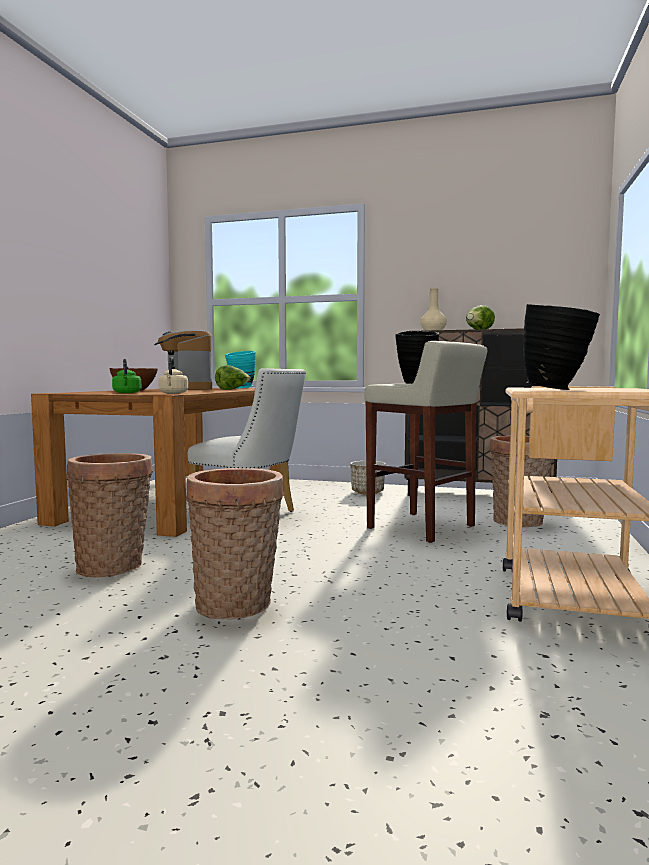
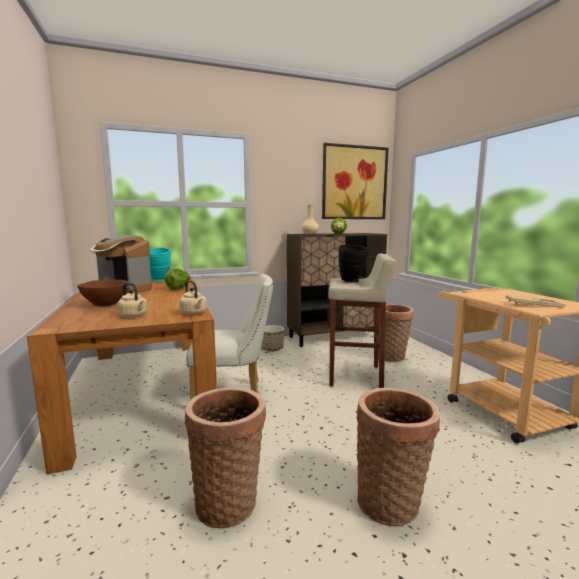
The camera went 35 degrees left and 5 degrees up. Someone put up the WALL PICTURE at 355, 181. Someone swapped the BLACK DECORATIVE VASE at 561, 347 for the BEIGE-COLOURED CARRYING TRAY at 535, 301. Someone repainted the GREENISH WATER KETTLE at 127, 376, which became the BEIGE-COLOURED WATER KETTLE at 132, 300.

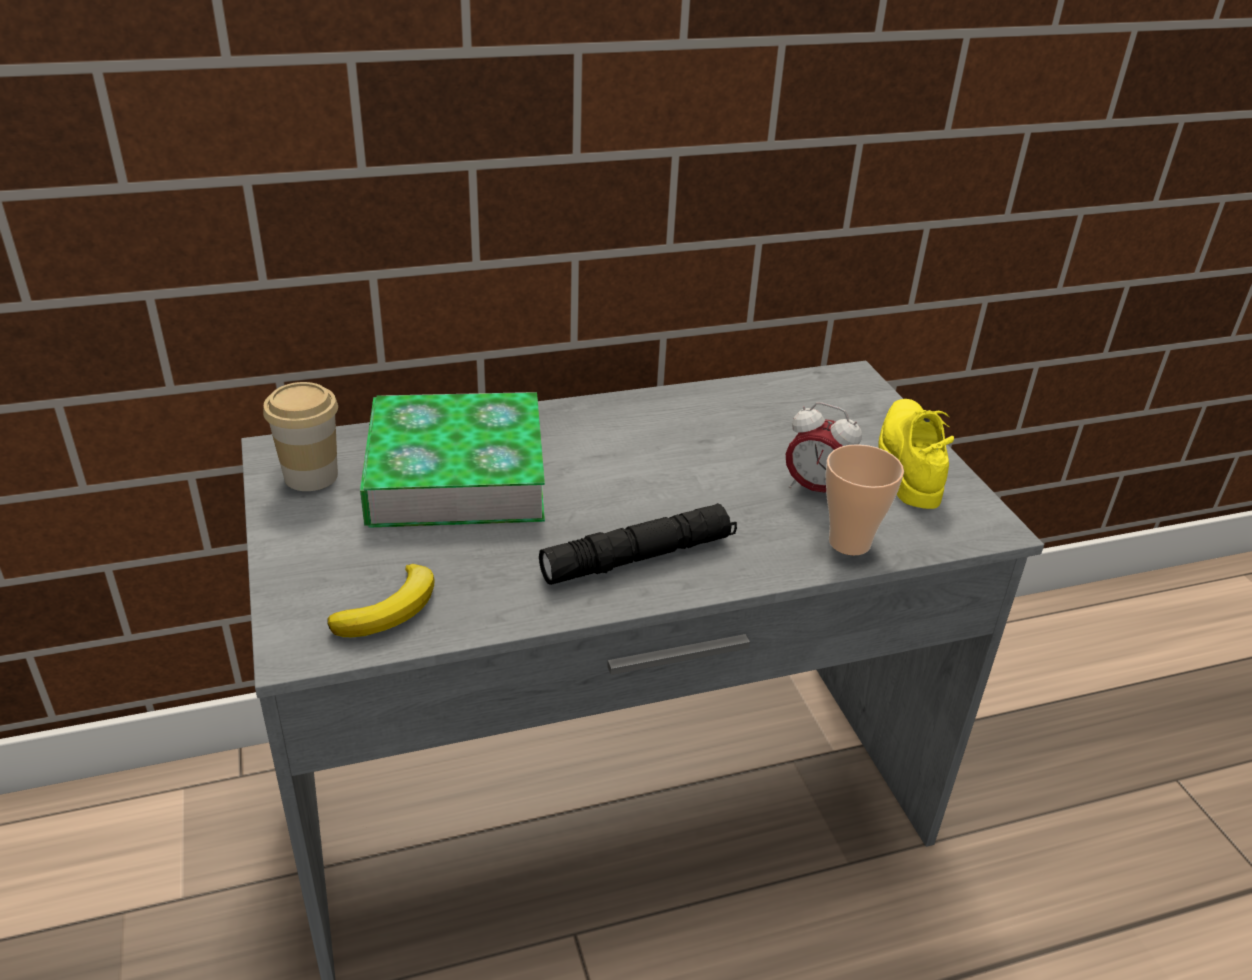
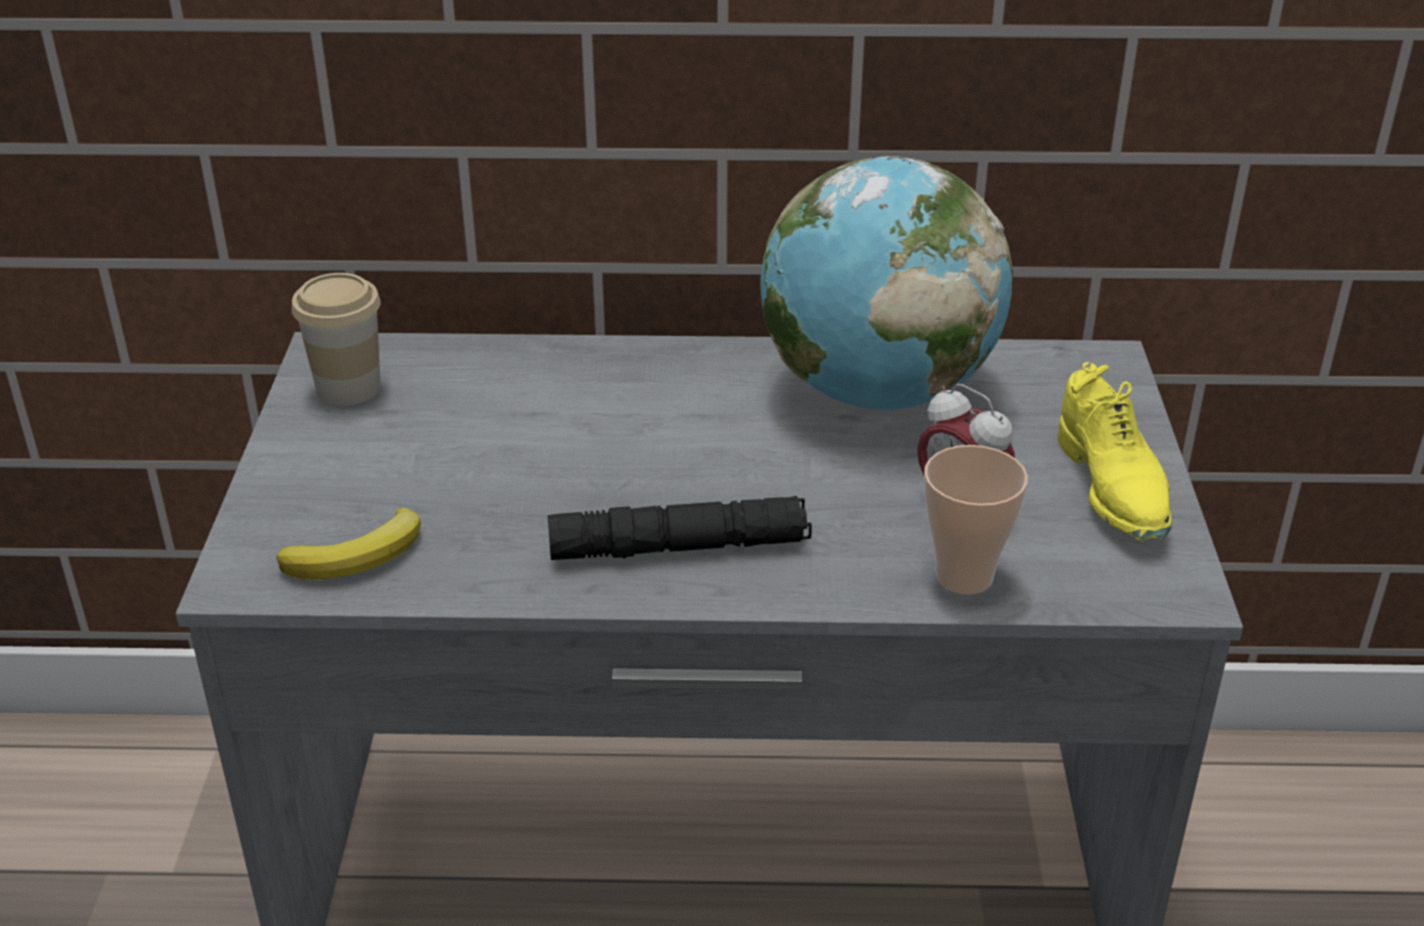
The camera went 20 degrees right and 0 degrees up. Someone took away the BOUND BOOK at 452, 460. Someone put down the GLOBE at 887, 283. Someone rotated the YELLOW-COLOURED SHOE at 916, 454 by 150 degrees clockwise.

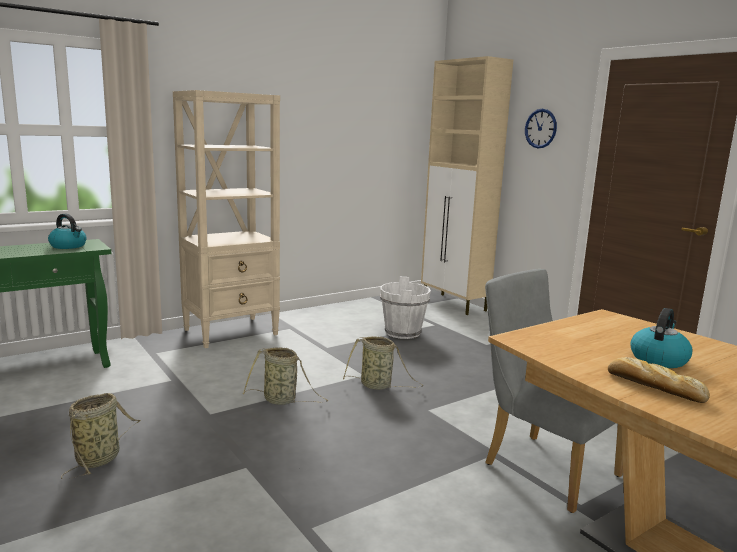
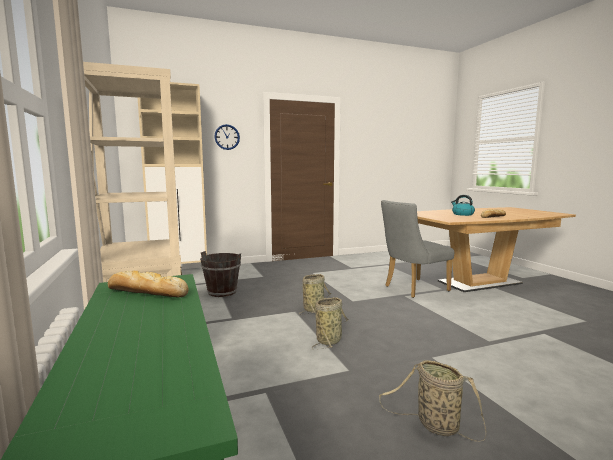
The camera went 75 degrees left and 5 degrees down. Someone swapped the WATER KETTLE at 67, 231 for the BREAD at 148, 284. Someone repainted the WHITE-COLOURED PAIL at 405, 308, which became the BROWNISH PAIL at 220, 274.

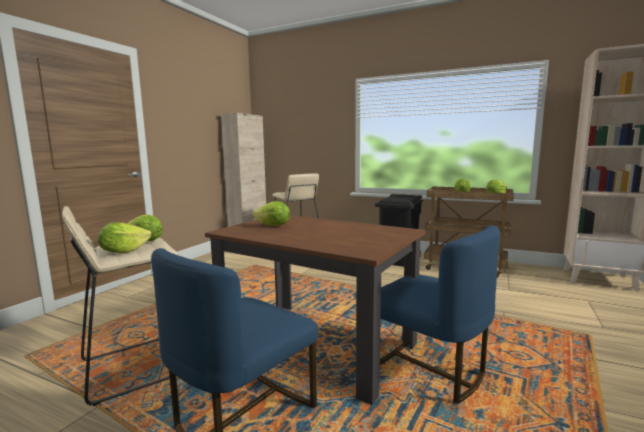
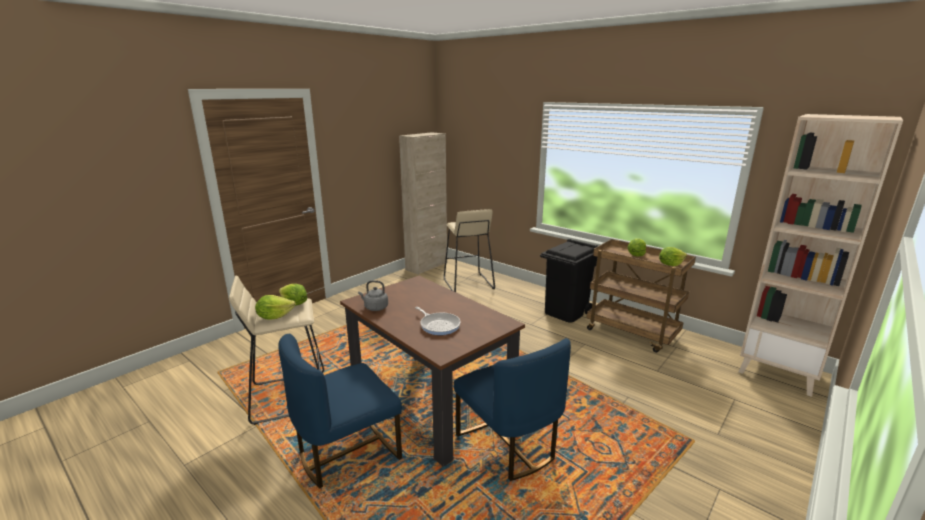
The camera went 15 degrees right and 10 degrees up. Someone took away the LETTUCE at 271, 213. Someone put down the GRAY WATER KETTLE at 373, 296. Someone put down the SKILLET at 438, 321.

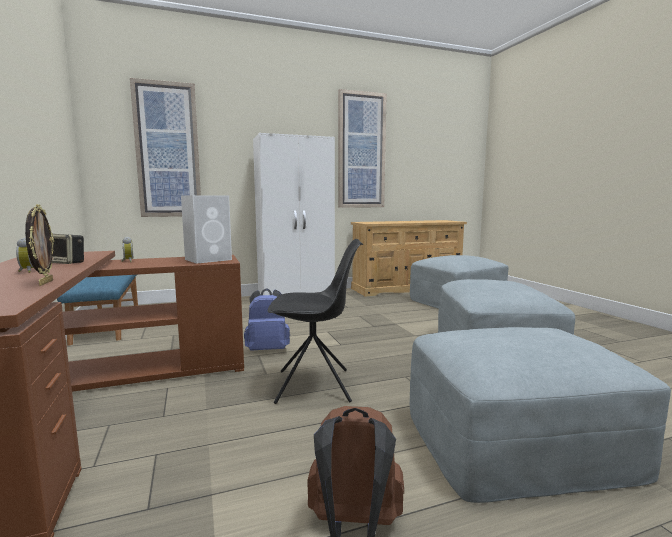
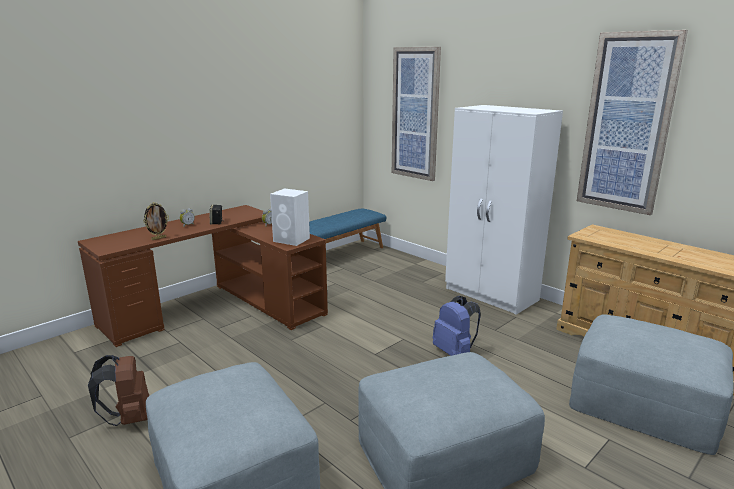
The camera went 65 degrees right and 10 degrees up. Someone took away the BLACK UPRIGHT CHAIR at 315, 321. Someone carried the BLUE-COLOURED BACKPACK from 267, 319 to 457, 326.

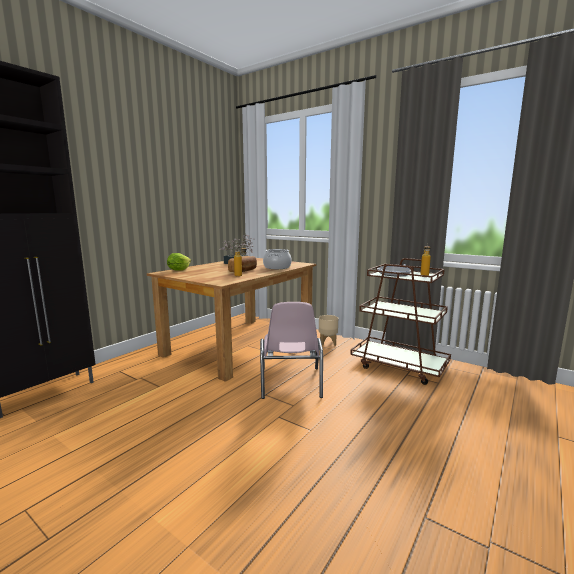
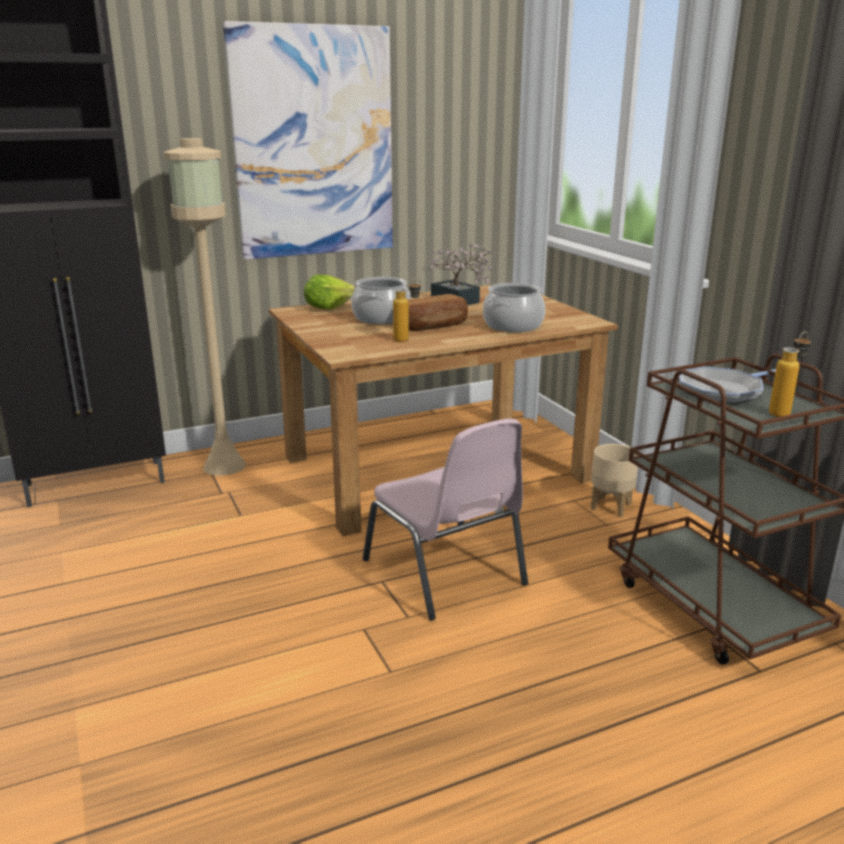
The camera went 30 degrees right and 10 degrees up. Someone put down the BEIGE-COLOURED FLOOR LAMP at 205, 306. Someone put up the WALL PICTURE at 308, 140. Someone put down the SAUCEPOT at 381, 300. Someone rotated the PINKISH UPRIGHT CHAIR at 291, 350 by 60 degrees counterclockwise.

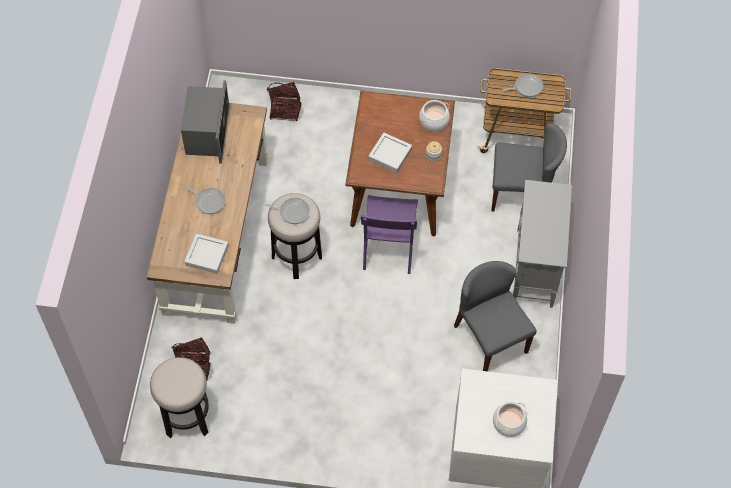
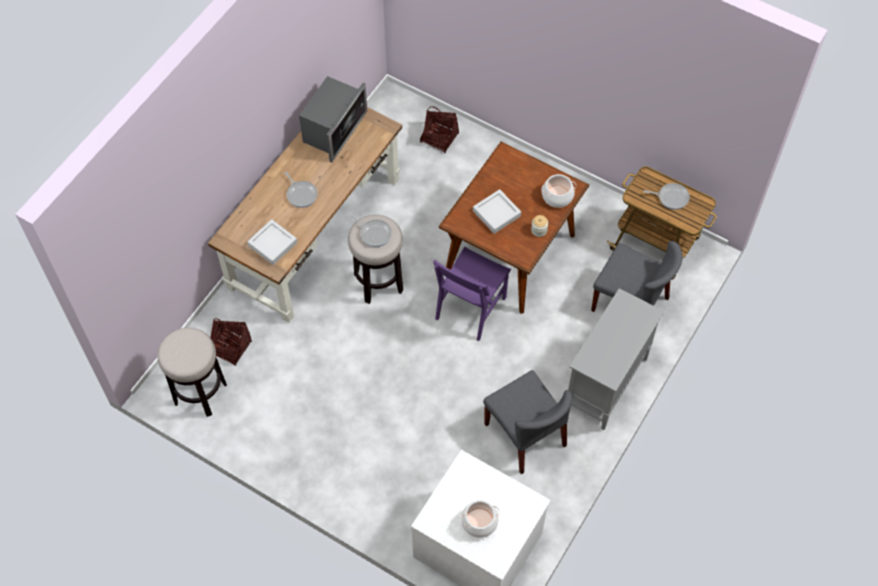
The camera went 25 degrees right and 0 degrees up. Someone rotated the GRAY UPRIGHT CHAIR at 495, 316 by 150 degrees clockwise.

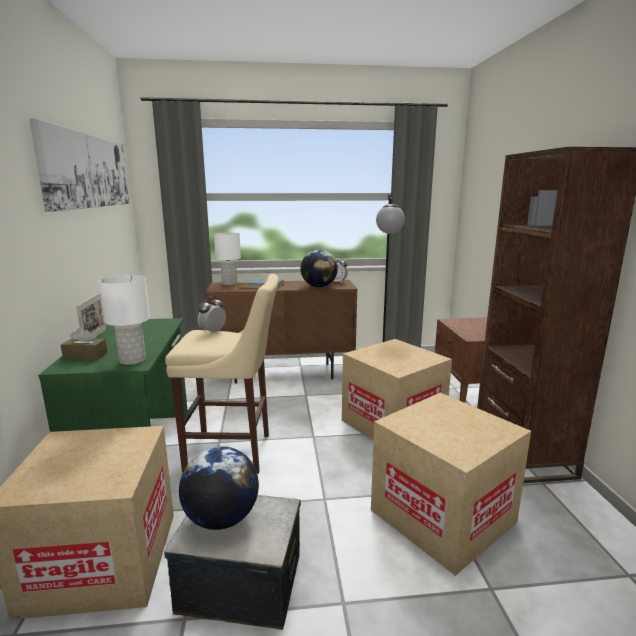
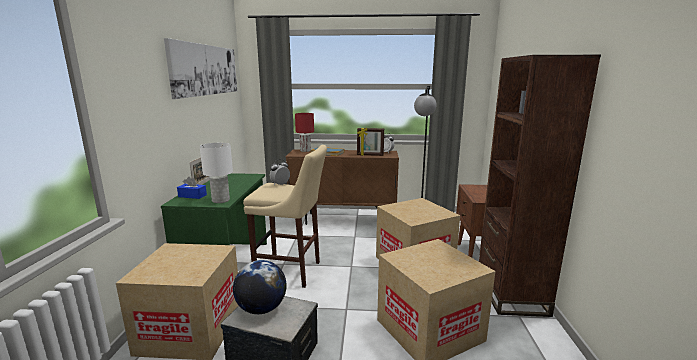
The camera went 10 degrees right and 0 degrees up. Someone swapped the GLOBE at 319, 268 for the STANDING FRAME at 370, 142. Someone repainted the BROWNISH TISSUE BOX at 84, 344, which became the BLUE-COLOURED TISSUE BOX at 192, 188. Someone repainted the WHITE-COLOURED TABLETOP LAMP at 227, 258, which became the REDDISH TABLETOP LAMP at 304, 132.

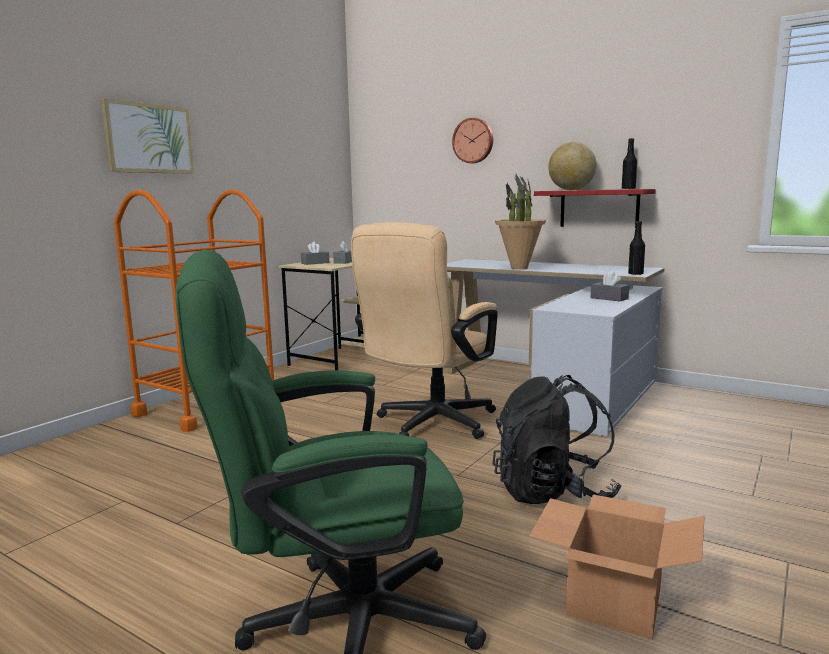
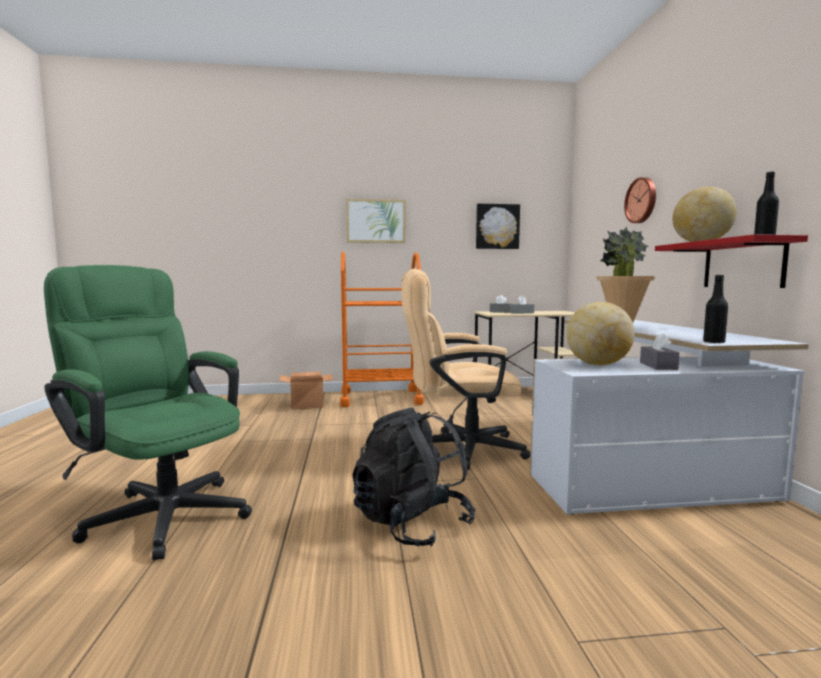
The camera went 50 degrees right and 5 degrees down. Someone put up the WALL PICTURE at 498, 226. Someone put down the GLOBE at 600, 333. Someone carried the PACKING BOX from 617, 567 to 307, 391.

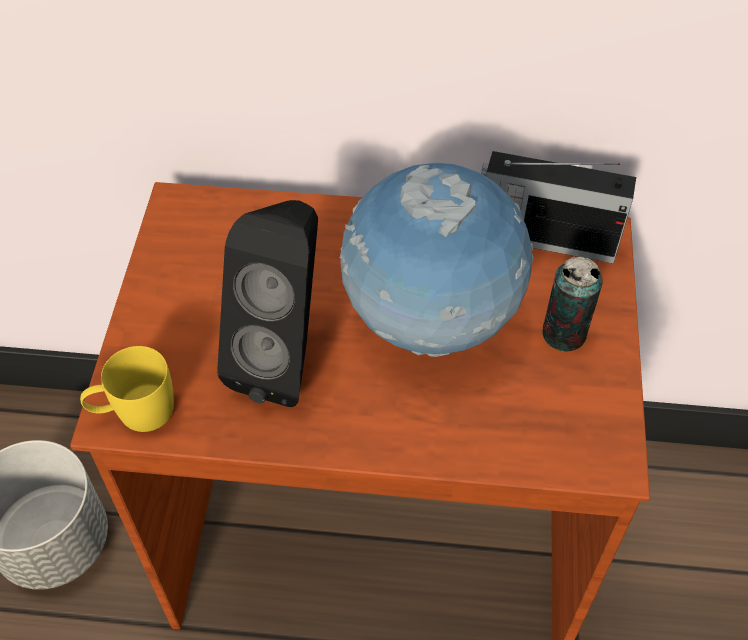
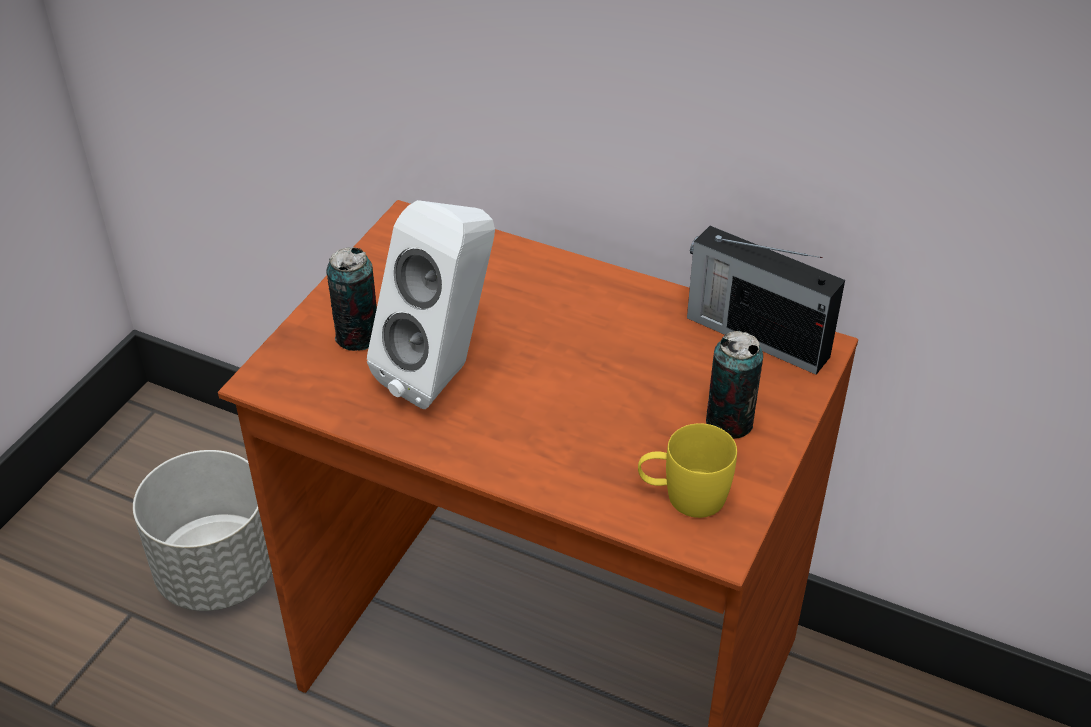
The camera went 20 degrees right and 10 degrees down. Someone took away the GLOBE at 437, 260. Someone put down the SEALED CAN at 351, 299. Someone carried the YELLOW-COLOURED COFFEE MUG from 127, 389 to 687, 470. Someone repainted the BLACK SPEAKER at 267, 303, which became the WHITE-COLOURED SPEAKER at 431, 304.

